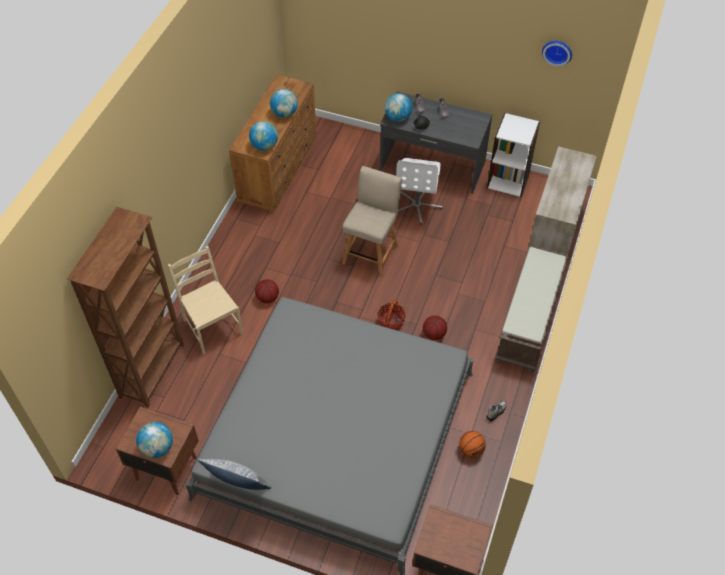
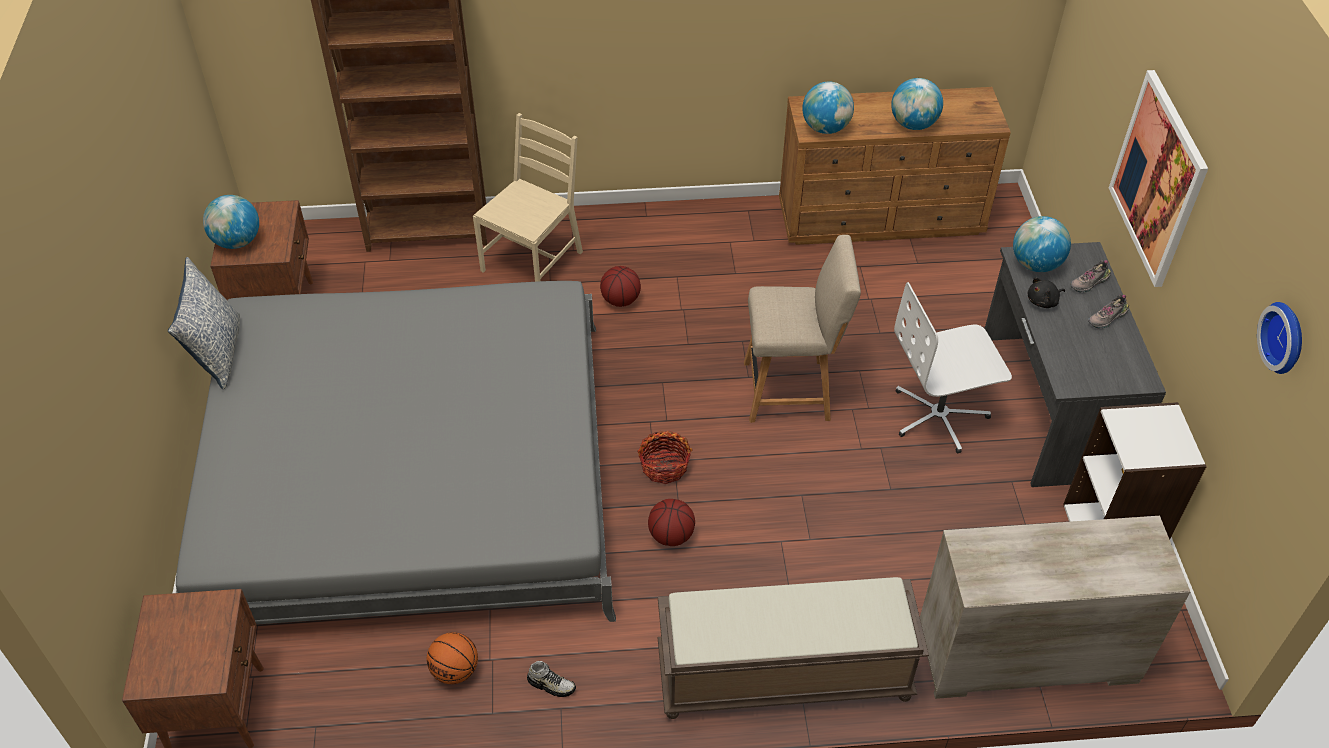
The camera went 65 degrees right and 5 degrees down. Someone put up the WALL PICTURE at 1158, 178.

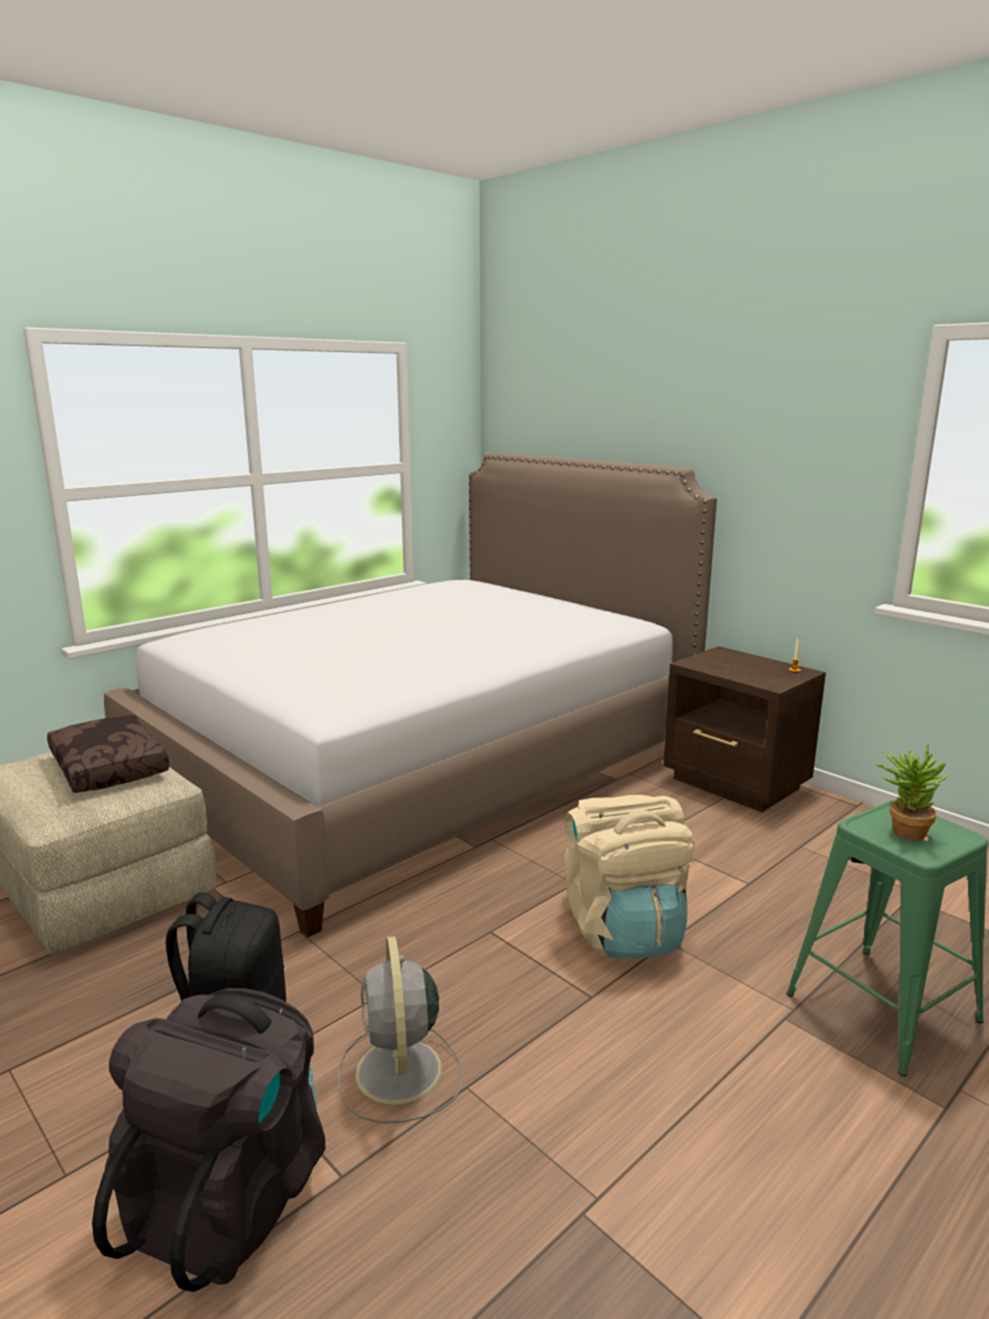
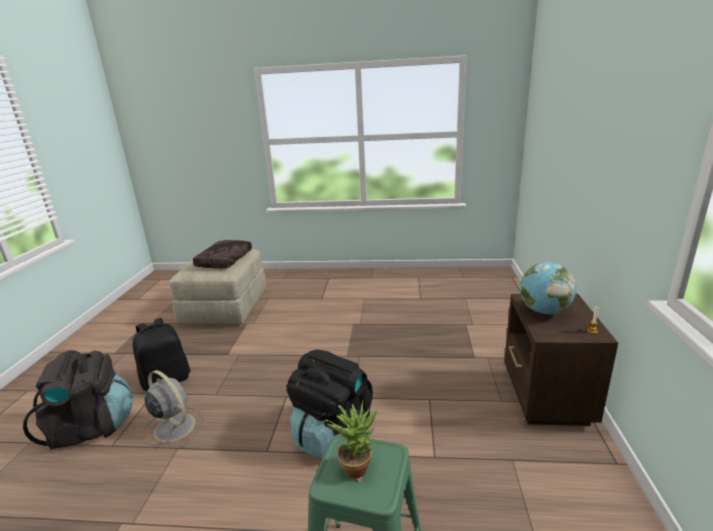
The camera went 50 degrees right and 5 degrees up. Someone took away the SLEEPING BED at 410, 694. Someone put down the GLOBE at 548, 288. Someone repainted the BEIGE-COLOURED BACKPACK at 630, 876, which became the BLACK BACKPACK at 329, 403. Someone rotated the GRAY COOLING FAN at 401, 1029 by 90 degrees clockwise.

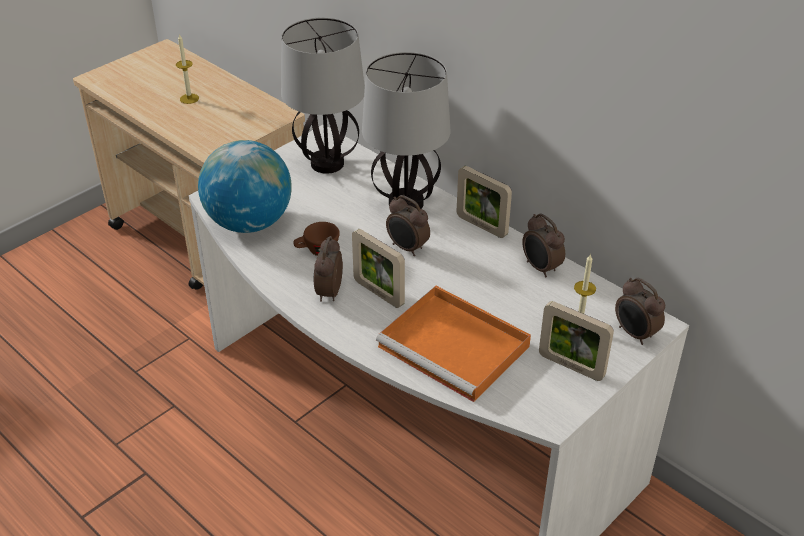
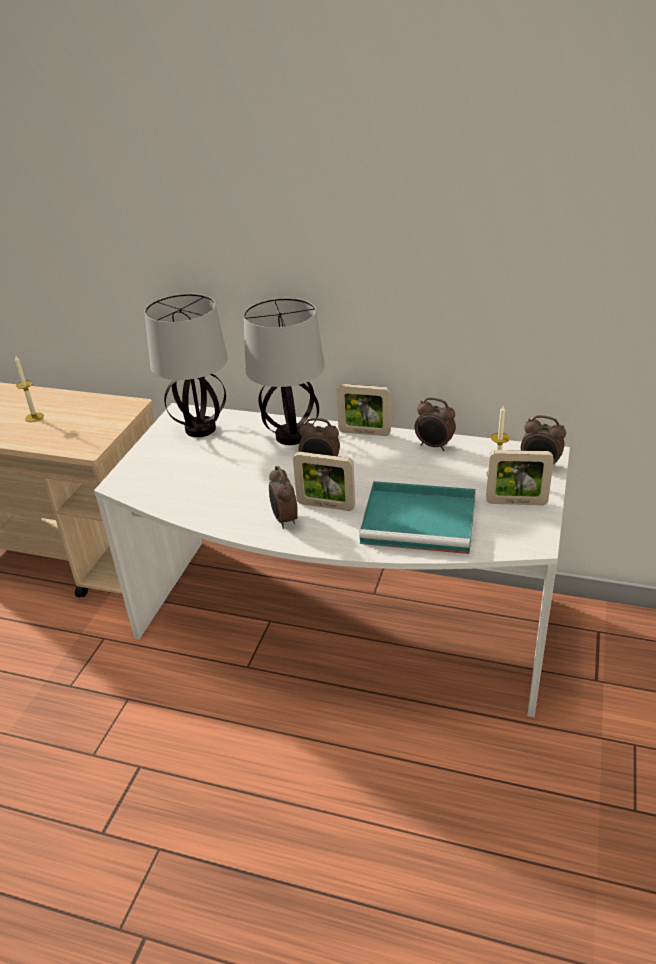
The camera went 25 degrees left and 5 degrees down. Someone took away the GLOBE at 245, 186. Someone took away the BROWNISH SMALL CUP at 316, 239. Someone repainted the ORANGE CARRYING TRAY at 453, 344, which became the TURQUOISE CARRYING TRAY at 417, 517.

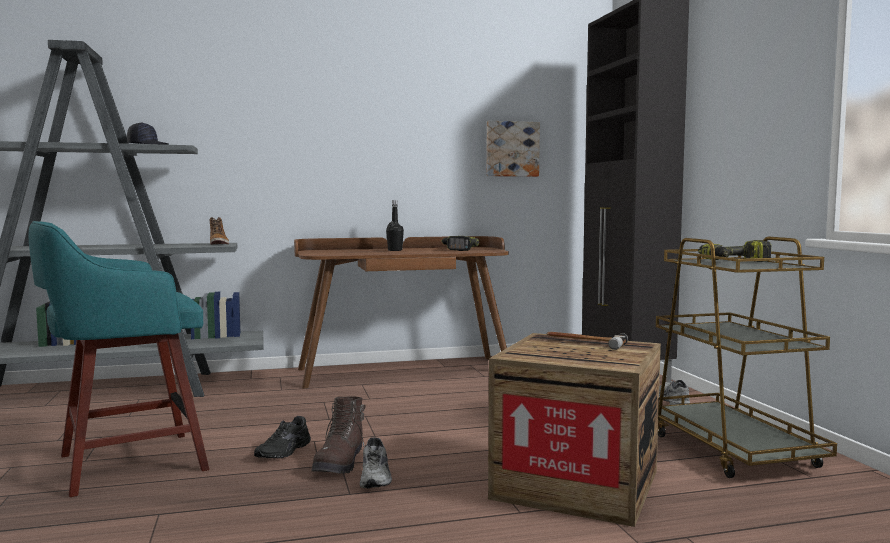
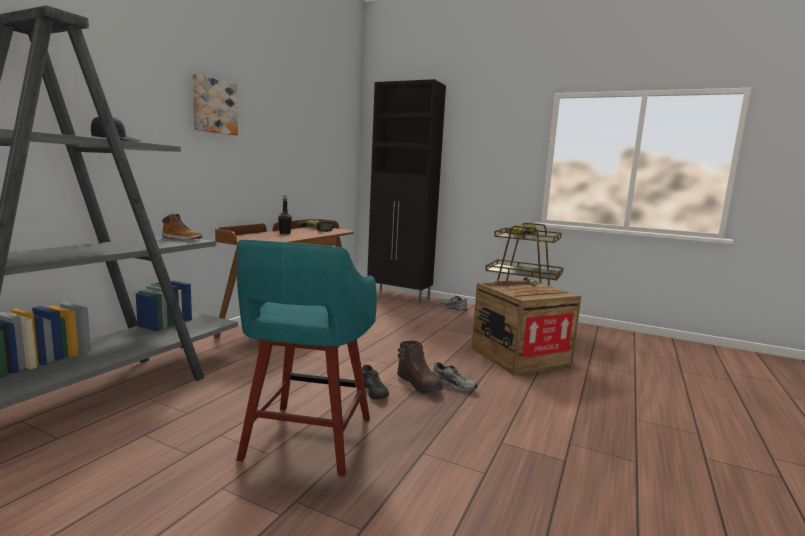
The camera went 50 degrees left and 5 degrees up. Someone carried the WALL PICTURE from 513, 149 to 215, 104.

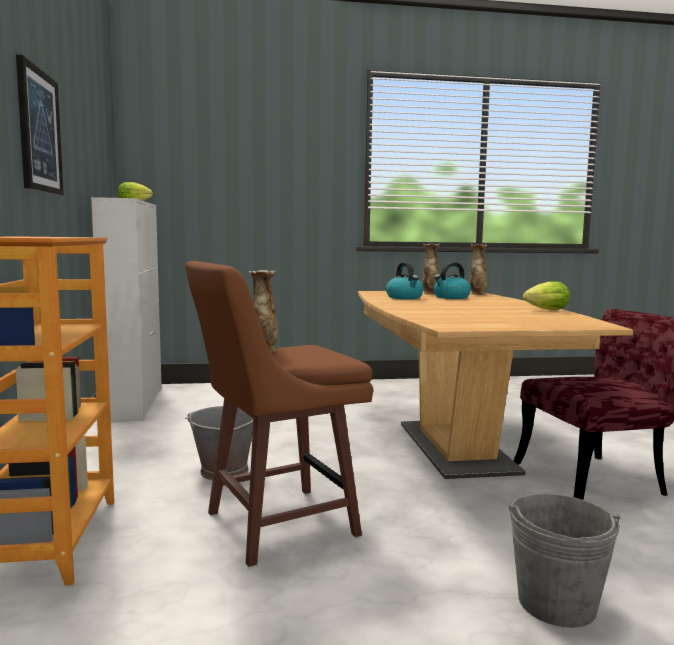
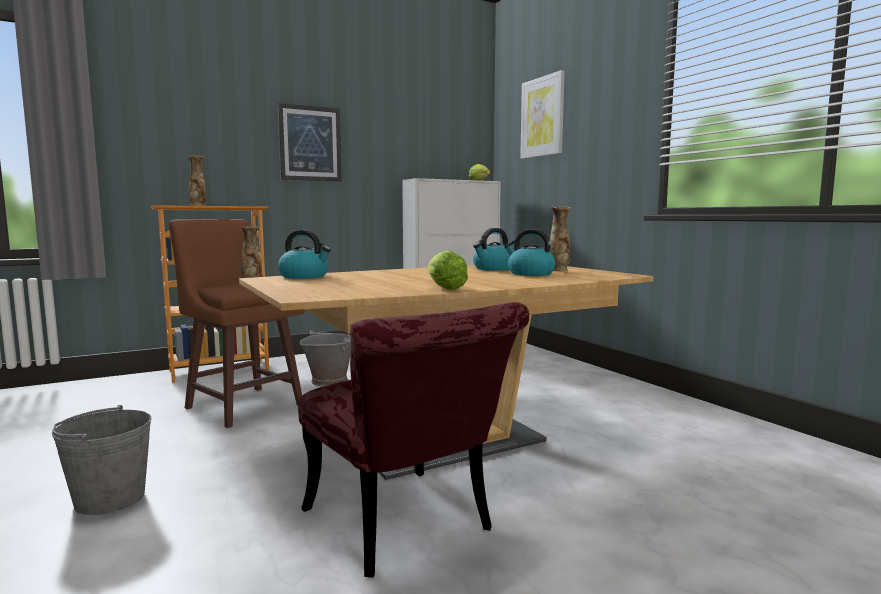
The camera went 70 degrees right and 0 degrees up. Someone put down the WATER KETTLE at 304, 254. Someone put up the WALL PICTURE at 542, 114. Someone carried the DECORATIVE VASE from 478, 269 to 197, 180.

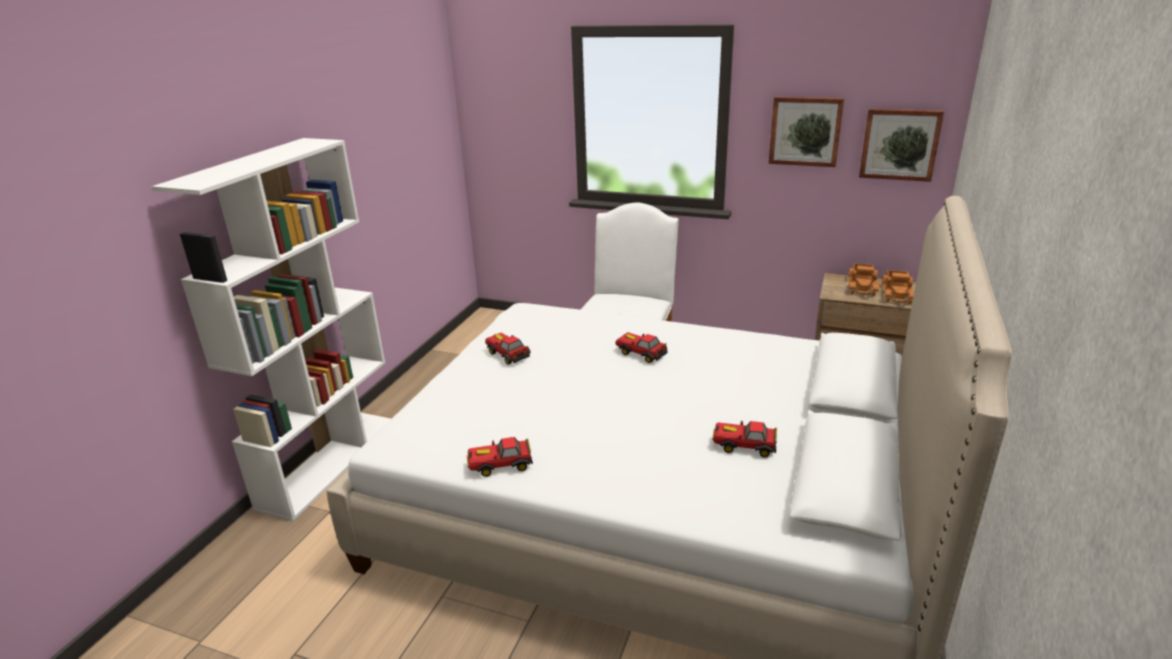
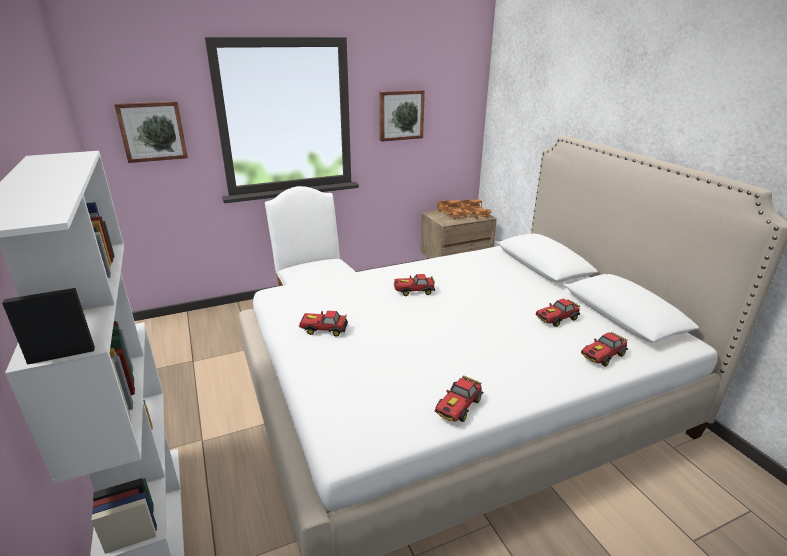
The camera went 45 degrees left and 0 degrees up. Someone put down the MODEL CAR at 604, 349. Someone carried the WALL PICTURE from 901, 145 to 151, 132.

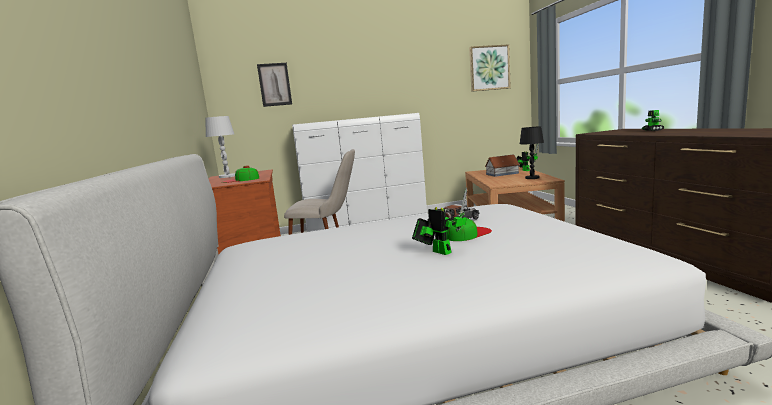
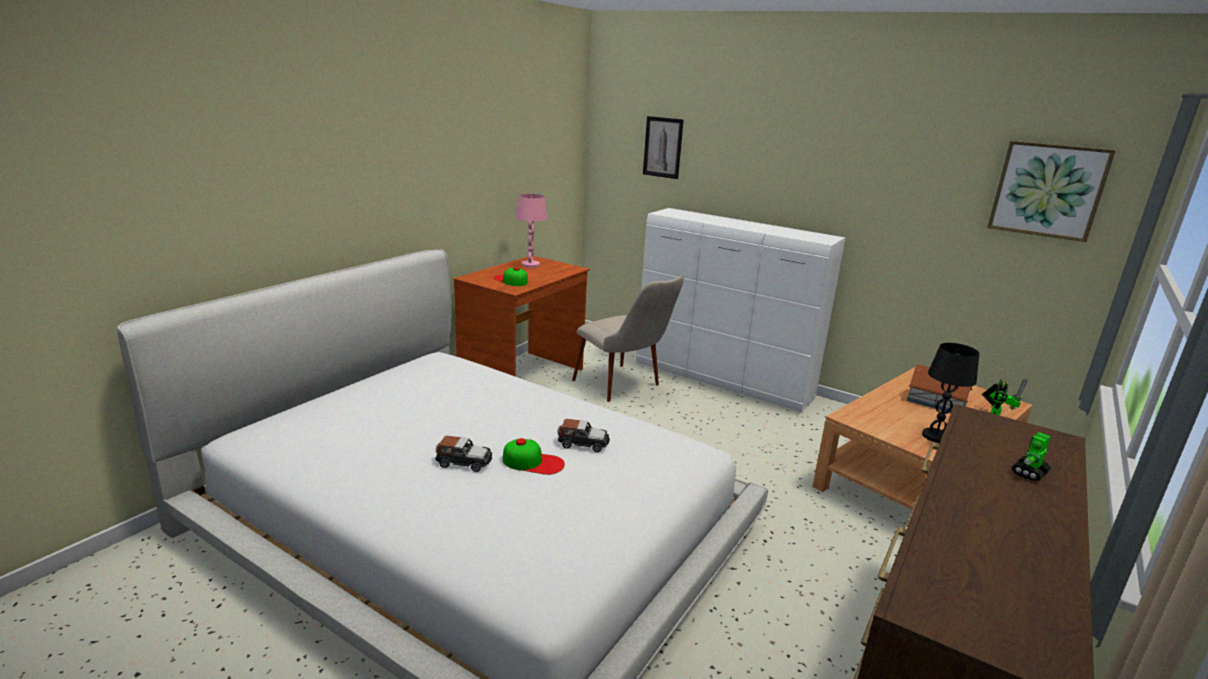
The camera went 45 degrees right and 10 degrees up. Someone swapped the ROBOT FIGURE at 439, 221 for the MODEL CAR at 463, 454. Someone repainted the WHITE-COLOURED TABLETOP LAMP at 220, 147, which became the PINKISH TABLETOP LAMP at 531, 231.

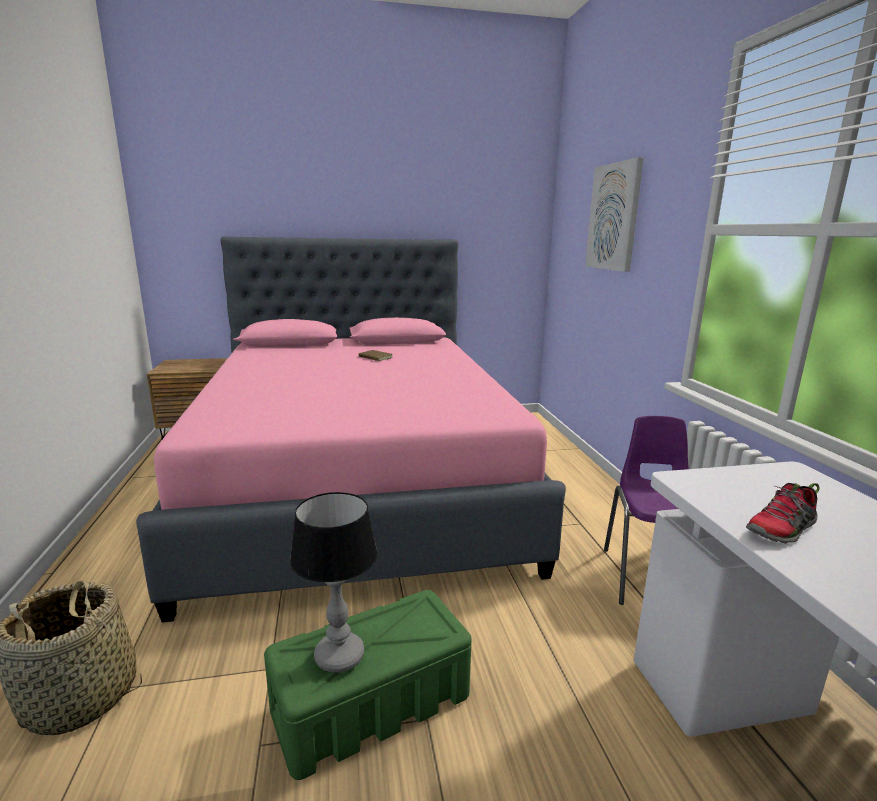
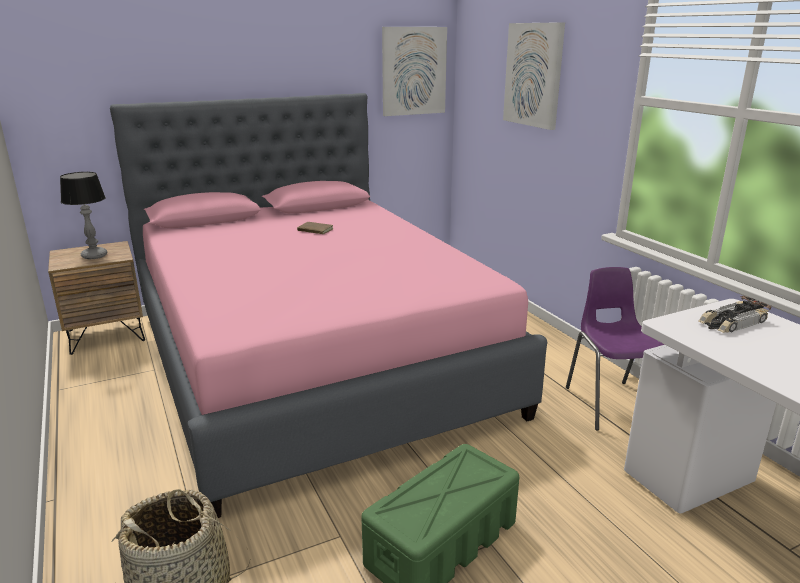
The camera went 15 degrees left and 5 degrees up. Someone took away the SHOE at 783, 513. Someone put up the WALL PICTURE at 414, 71. Someone put down the MODEL CAR at 734, 314. Someone carried the TABLETOP LAMP from 334, 582 to 83, 215.

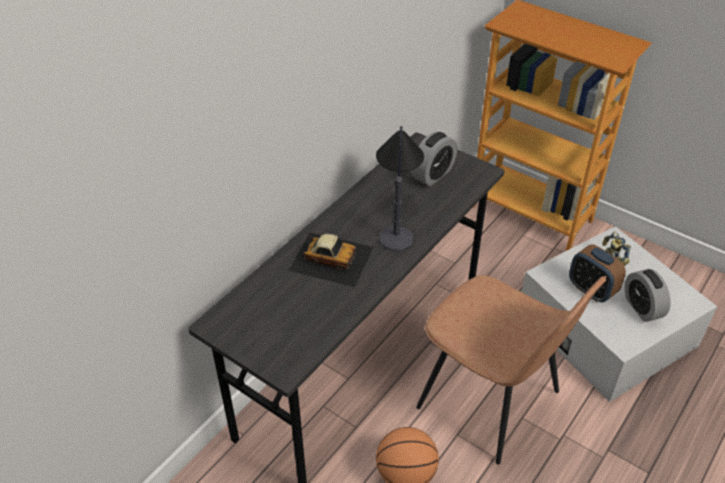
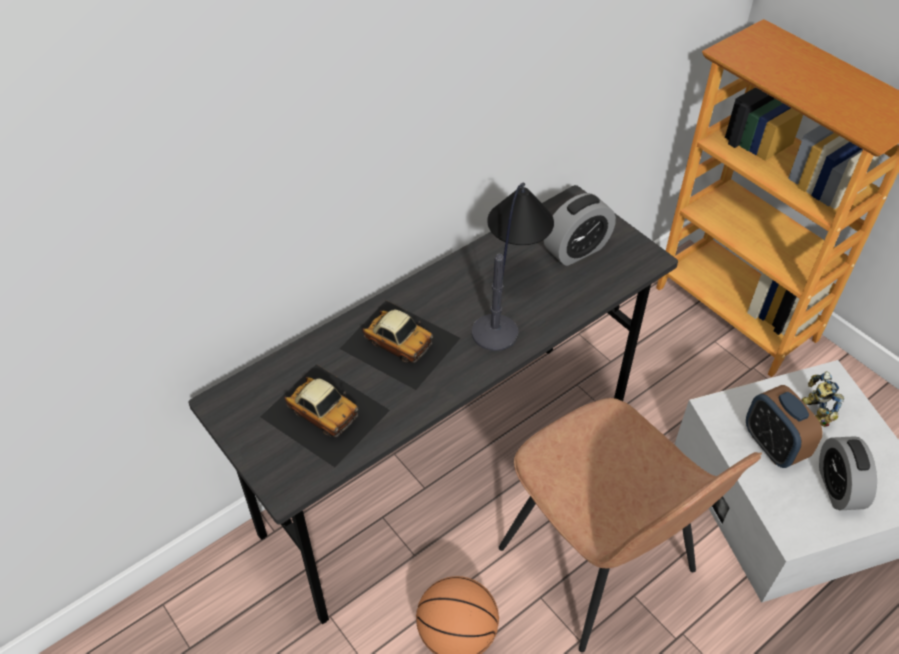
The camera went 15 degrees right and 5 degrees up. Someone put down the MODEL CAR at 325, 415.

